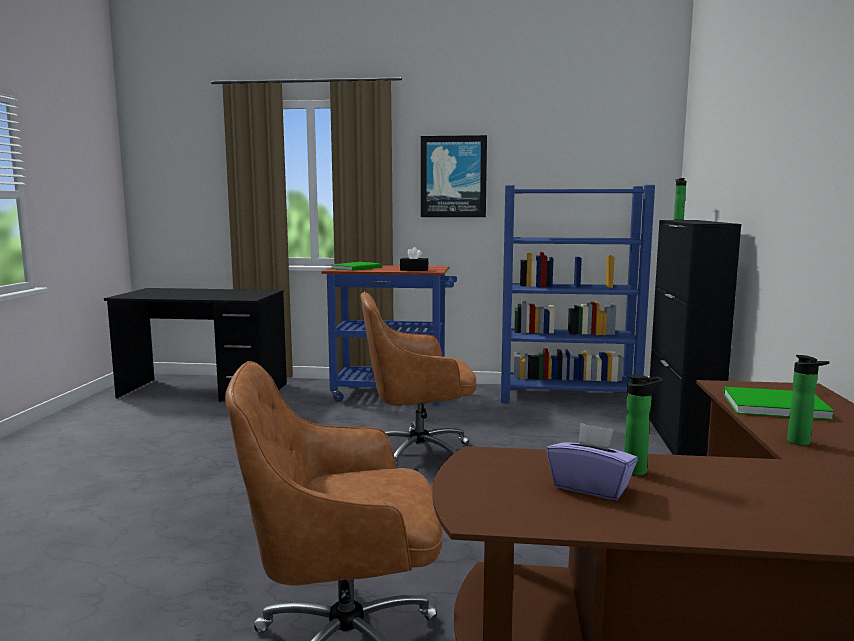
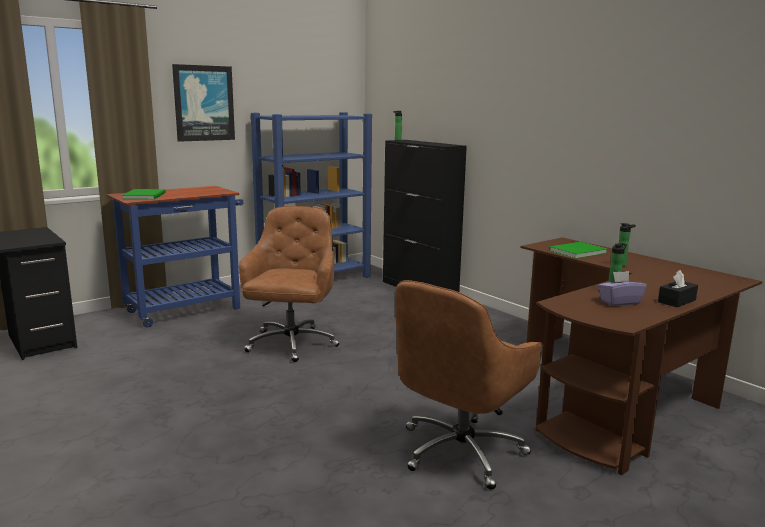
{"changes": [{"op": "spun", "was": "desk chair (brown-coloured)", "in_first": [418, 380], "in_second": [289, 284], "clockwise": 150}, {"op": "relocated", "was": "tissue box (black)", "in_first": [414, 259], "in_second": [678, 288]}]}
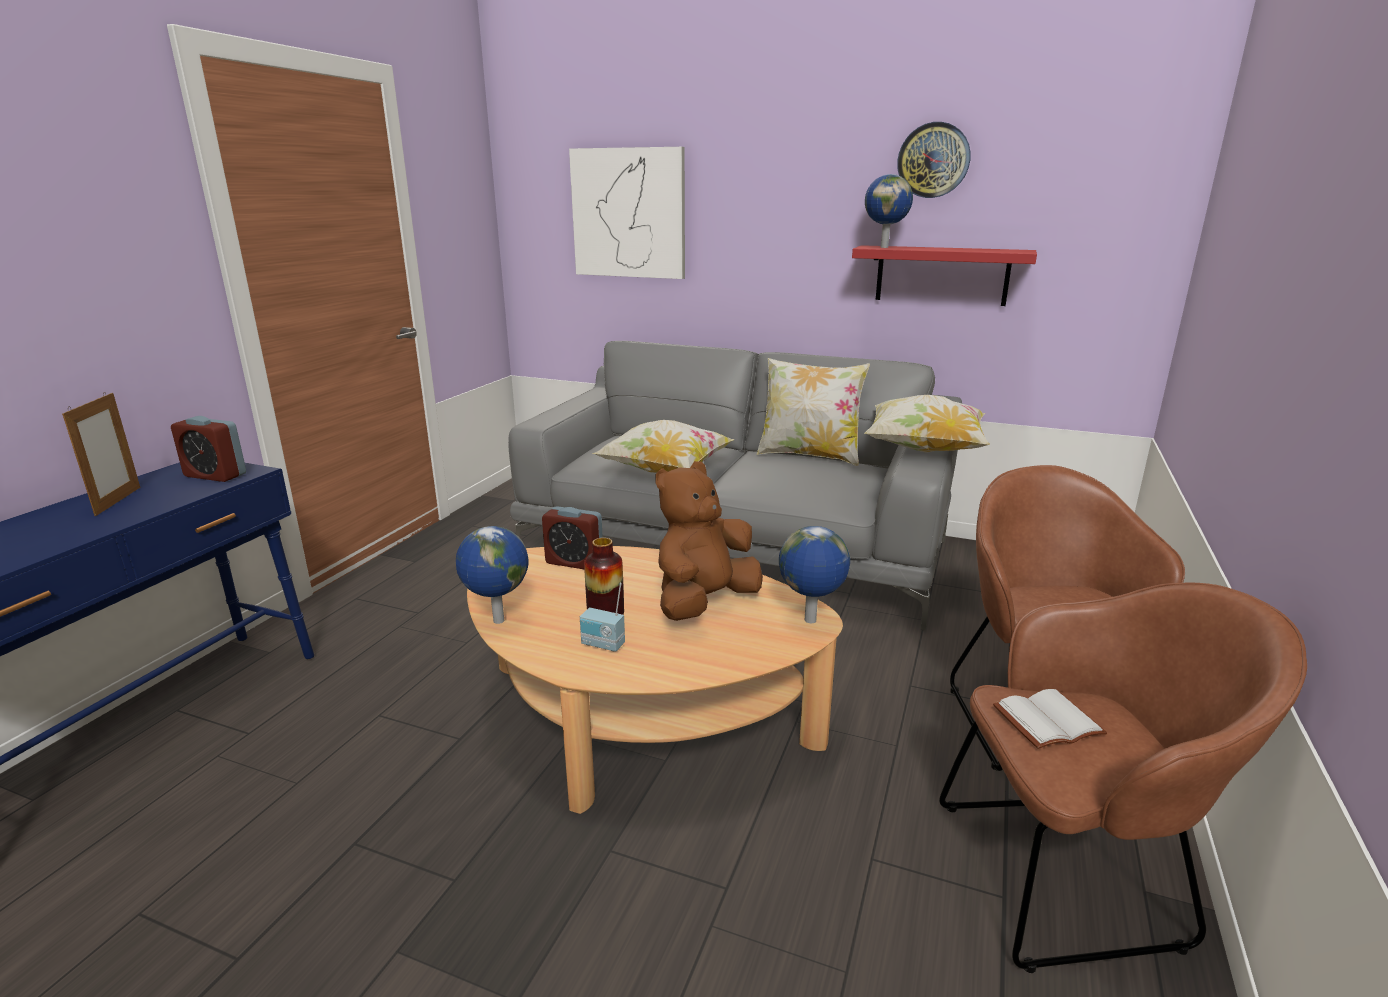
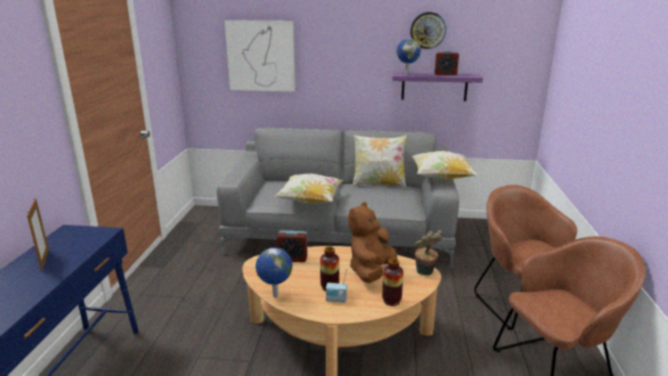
{"changes": [{"op": "relocated", "was": "bedside clock", "in_first": [208, 449], "in_second": [446, 62]}, {"op": "exchanged", "was": "desk globe", "now": "houseplant", "in_first": [814, 574], "in_second": [428, 252]}, {"op": "colour", "was": "bracket shelf (red)", "now": "bracket shelf (purple)", "in_first": [944, 275], "in_second": [437, 87]}, {"op": "missing", "was": "book (white)", "in_first": [1050, 719]}, {"op": "appeared", "now": "decorative vase", "in_second": [392, 282]}]}
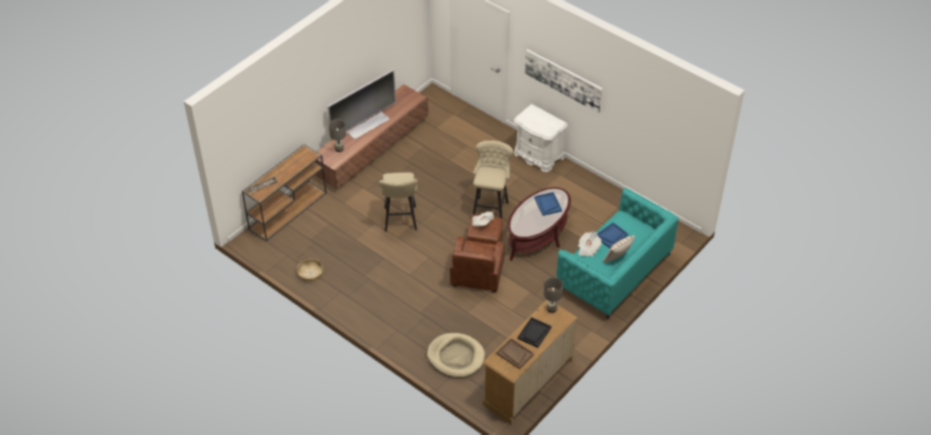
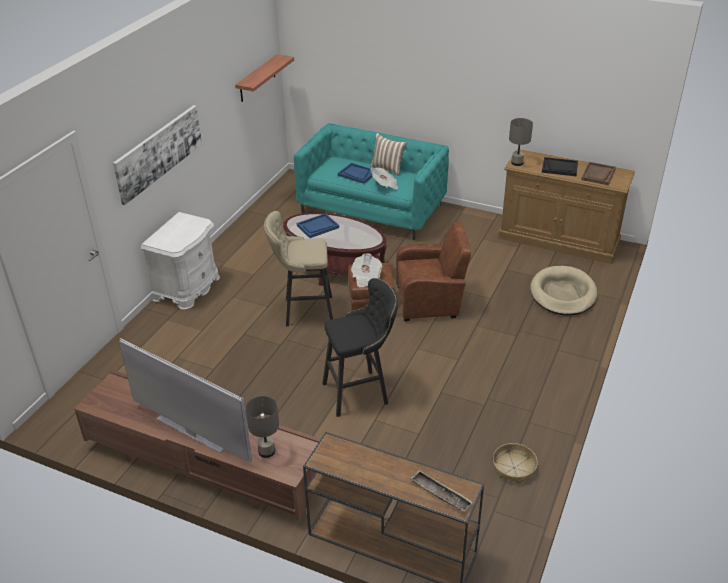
{"changes": [{"op": "colour", "was": "stool seat (beige-coloured)", "now": "stool seat (black)", "in_first": [398, 202], "in_second": [360, 347]}, {"op": "appeared", "now": "bracket shelf", "in_second": [264, 78]}]}
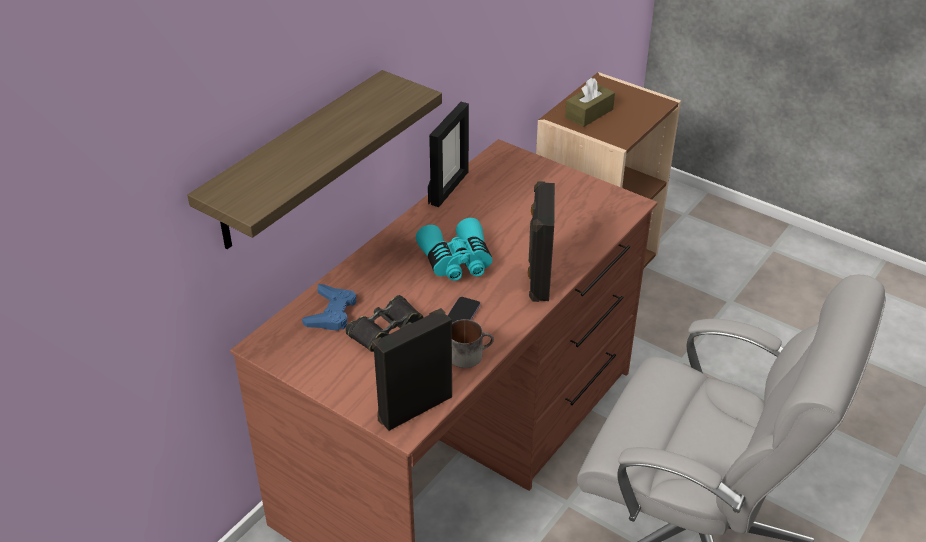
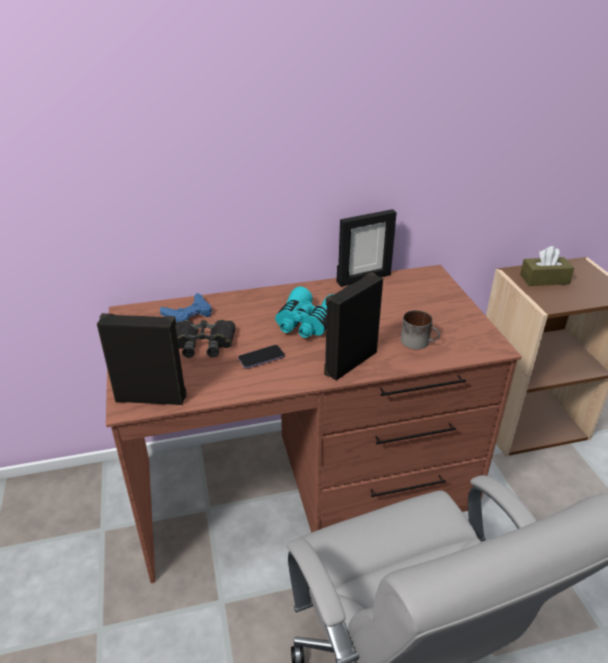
{"changes": [{"op": "missing", "was": "bracket shelf", "in_first": [314, 159]}, {"op": "relocated", "was": "mug", "in_first": [473, 343], "in_second": [420, 330]}]}
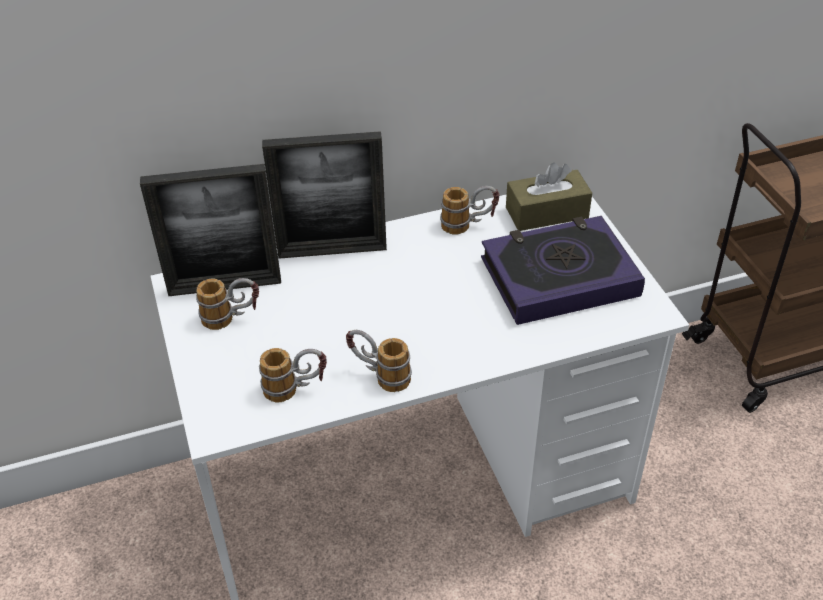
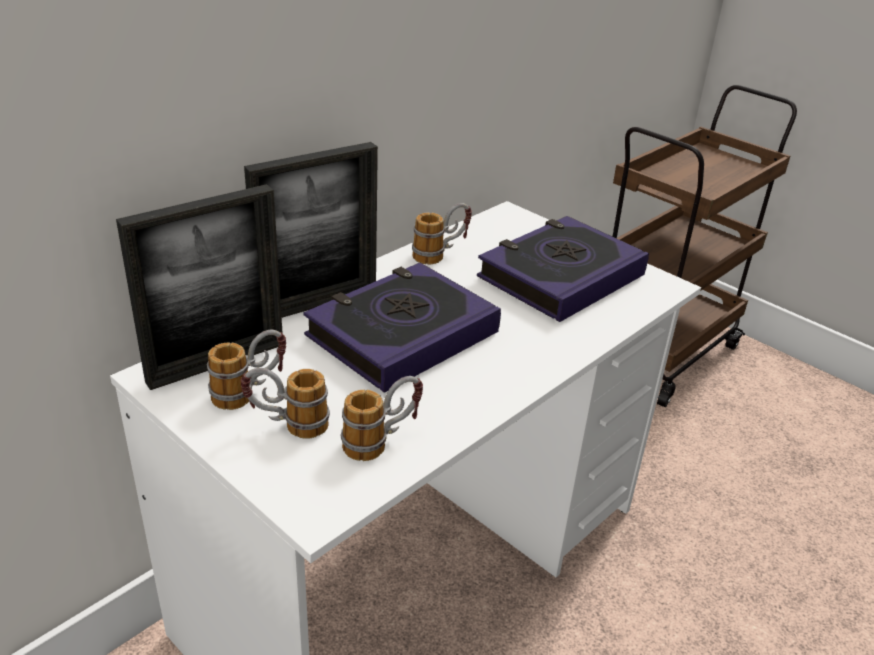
{"changes": [{"op": "relocated", "was": "mug", "in_first": [379, 361], "in_second": [285, 403]}, {"op": "missing", "was": "tissue box (brown-coloured)", "in_first": [549, 196]}, {"op": "appeared", "now": "book", "in_second": [402, 328]}]}
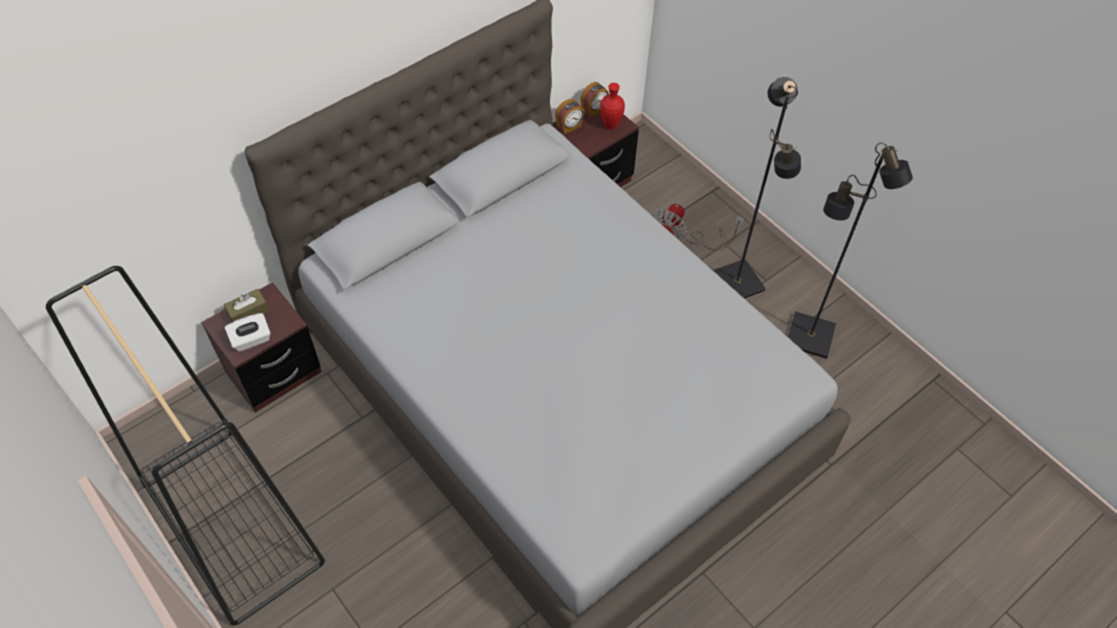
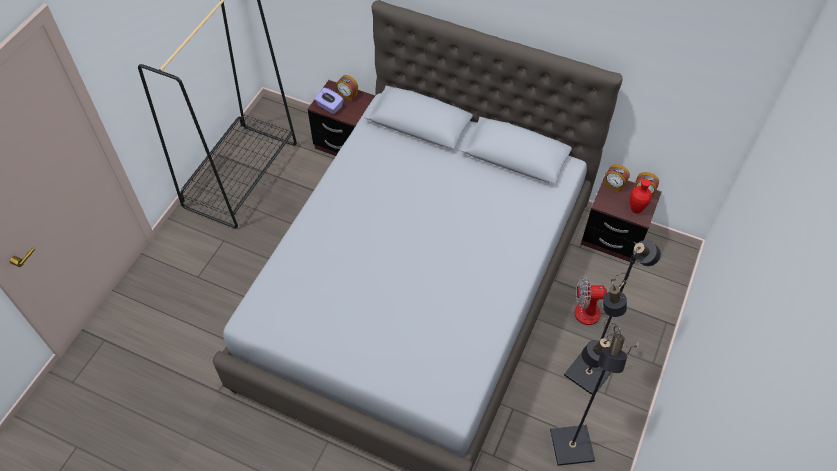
{"changes": [{"op": "exchanged", "was": "tissue box (brown-coloured)", "now": "bedside clock", "in_first": [246, 305], "in_second": [347, 88]}, {"op": "colour", "was": "tissue box (white)", "now": "tissue box (purple)", "in_first": [247, 332], "in_second": [329, 101]}]}
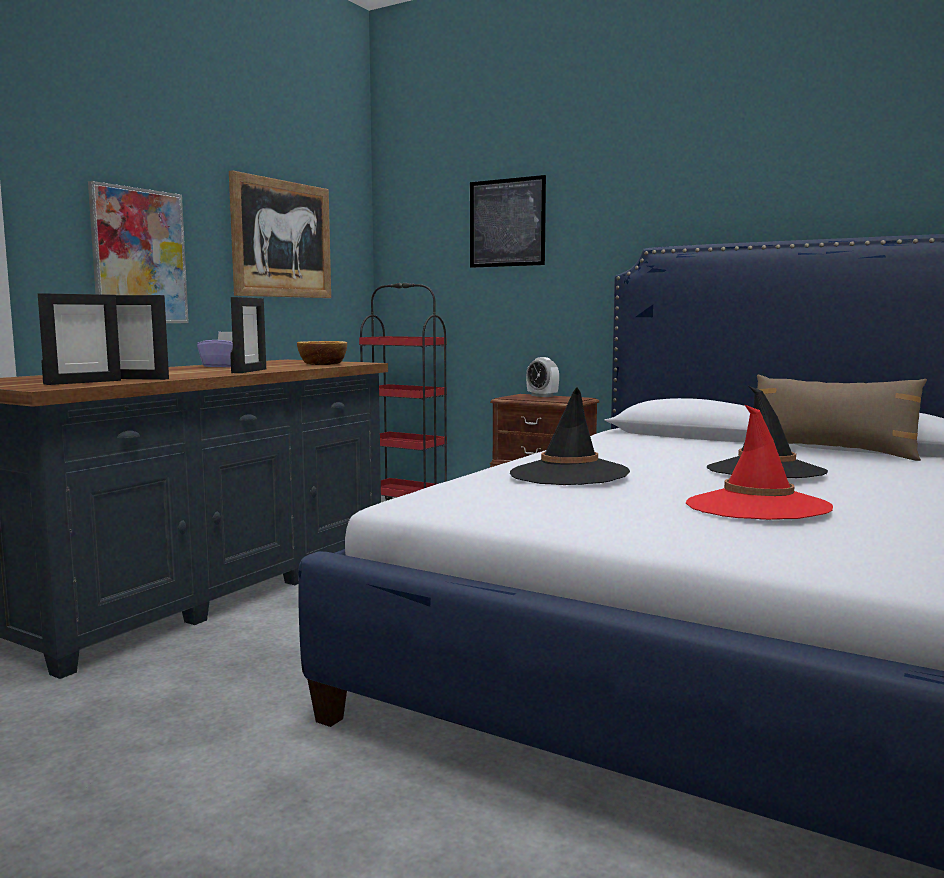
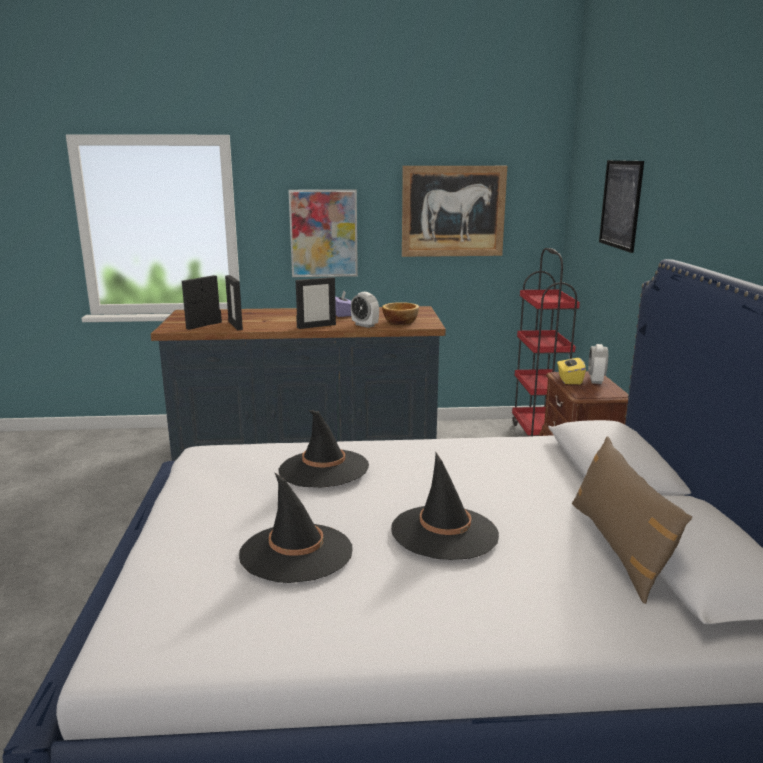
{"changes": [{"op": "spun", "was": "photo frame", "in_first": [79, 339], "in_second": [202, 302], "clockwise": 120}, {"op": "colour", "was": "clothing hat (red)", "now": "clothing hat (black)", "in_first": [759, 462], "in_second": [295, 527]}, {"op": "appeared", "now": "bedside clock", "in_second": [365, 310]}, {"op": "appeared", "now": "tissue box (yellow)", "in_second": [571, 369]}]}
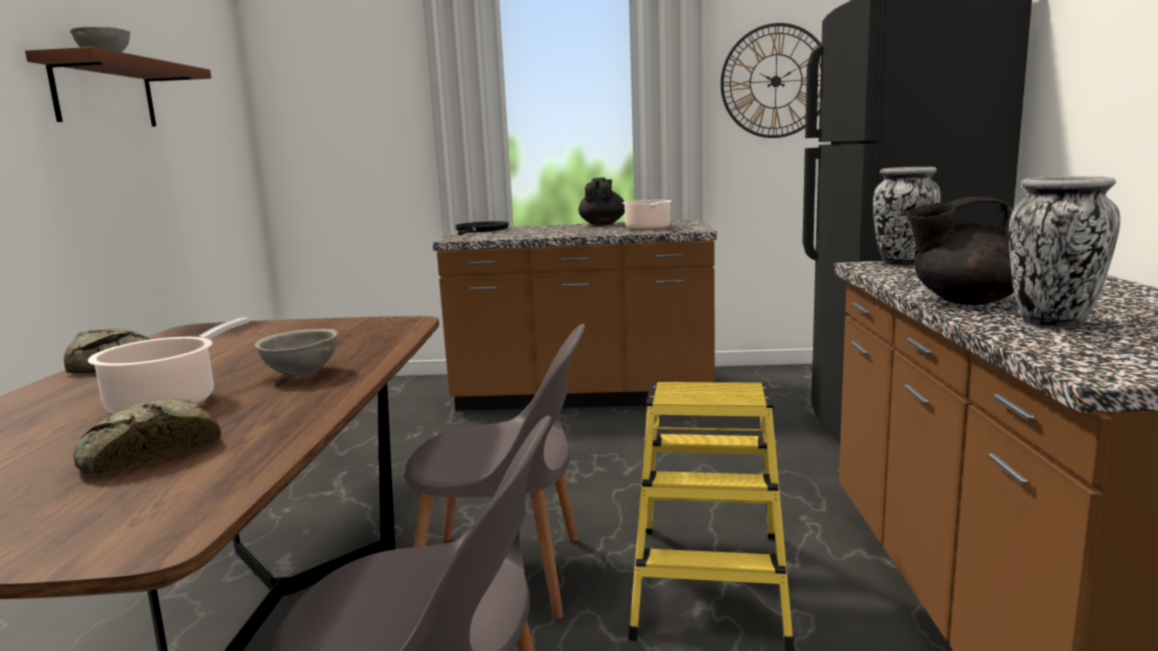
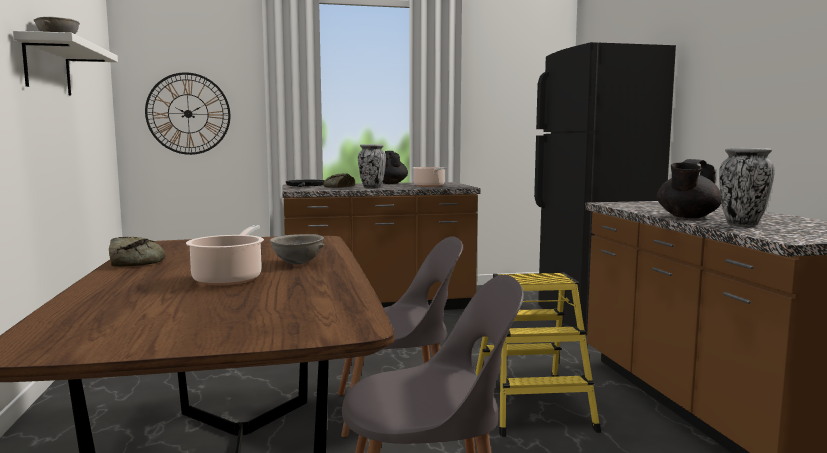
{"changes": [{"op": "colour", "was": "bracket shelf (brown-coloured)", "now": "bracket shelf (white)", "in_first": [118, 87], "in_second": [65, 63]}, {"op": "relocated", "was": "bakery bread", "in_first": [147, 437], "in_second": [339, 180]}, {"op": "relocated", "was": "clock on the wall", "in_first": [771, 80], "in_second": [187, 113]}, {"op": "relocated", "was": "decorative vase", "in_first": [907, 216], "in_second": [372, 166]}, {"op": "spun", "was": "teapot (black)", "in_first": [960, 251], "in_second": [689, 188], "clockwise": -45}]}
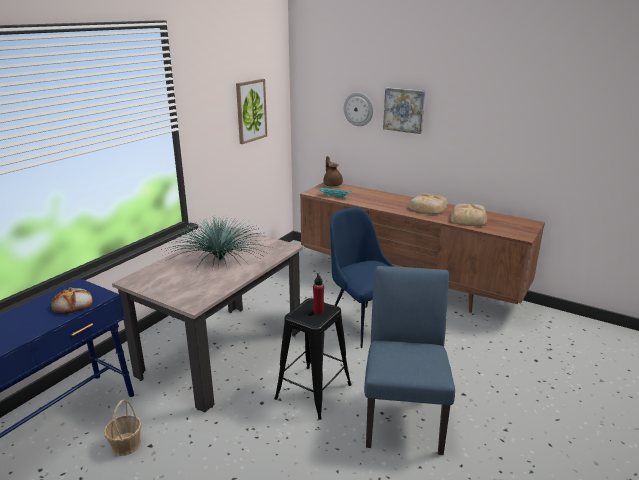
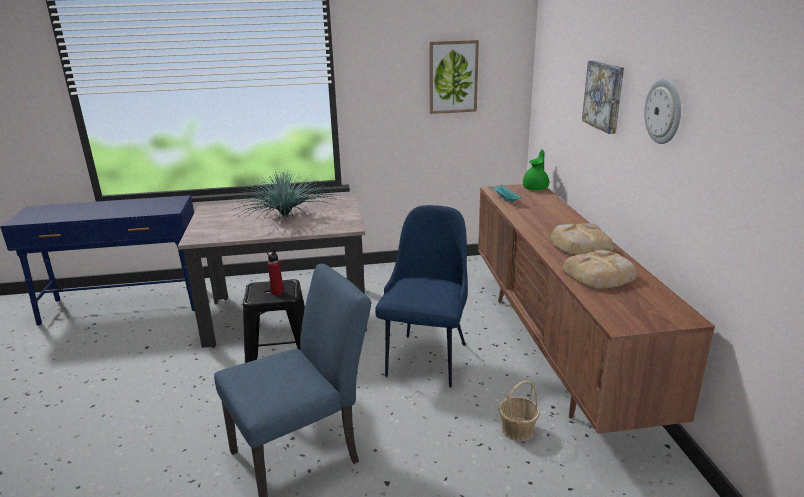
{"changes": [{"op": "missing", "was": "bakery bread", "in_first": [72, 300]}, {"op": "relocated", "was": "household basket", "in_first": [123, 428], "in_second": [519, 410]}, {"op": "colour", "was": "teapot (brown-coloured)", "now": "teapot (green)", "in_first": [333, 171], "in_second": [536, 170]}, {"op": "relocated", "was": "clock on the wall", "in_first": [358, 109], "in_second": [662, 111]}]}
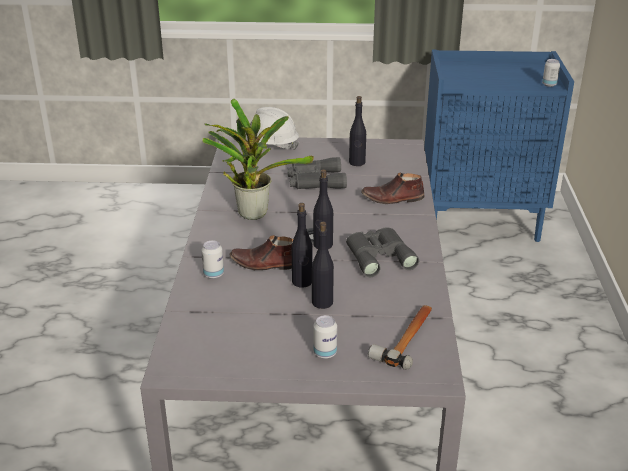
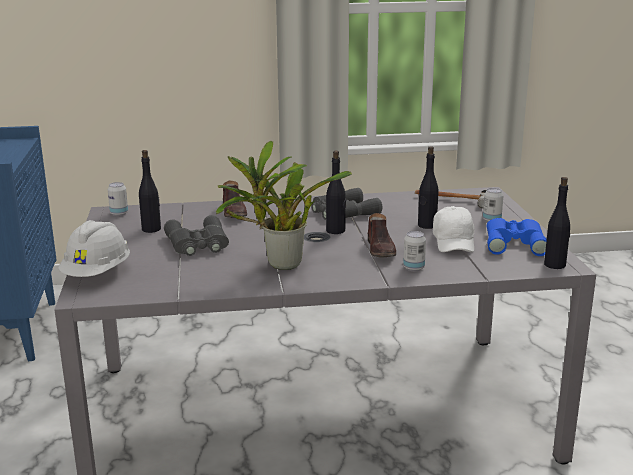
{"changes": [{"op": "relocated", "was": "drink bottle (black)", "in_first": [302, 245], "in_second": [557, 223]}, {"op": "relocated", "was": "metal can", "in_first": [551, 73], "in_second": [118, 199]}, {"op": "appeared", "now": "cap (white)", "in_second": [453, 229]}, {"op": "appeared", "now": "field glasses (blue-coloured)", "in_second": [517, 237]}]}
